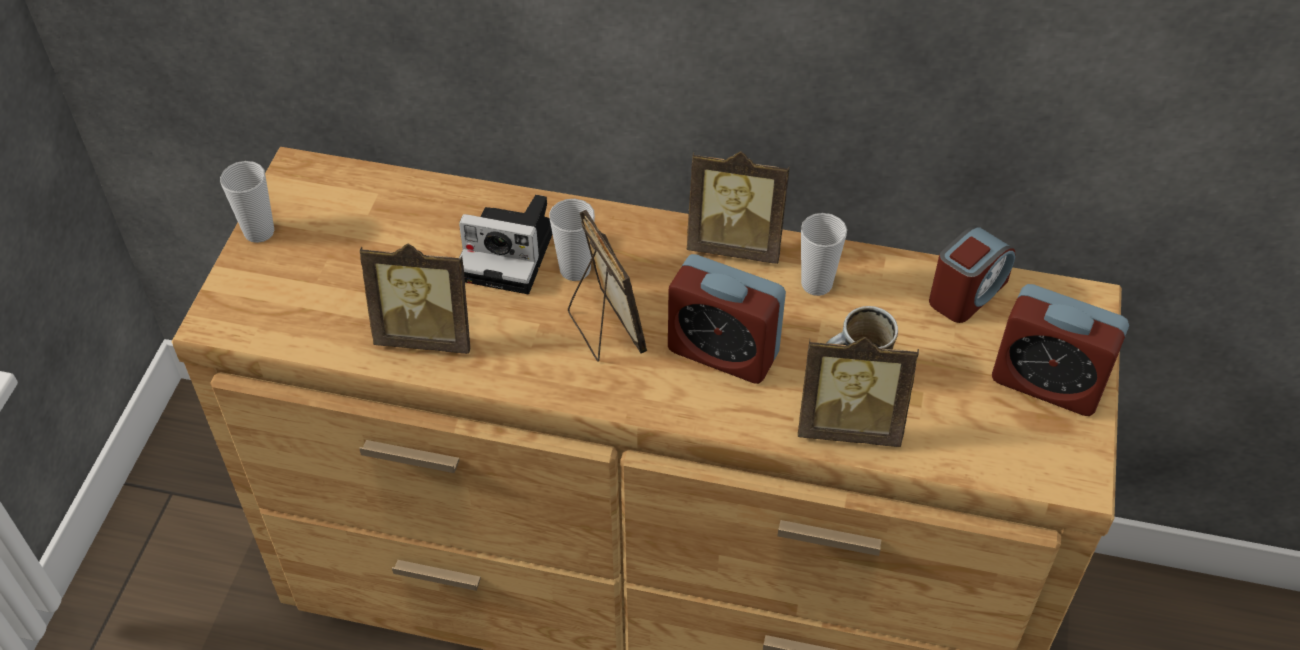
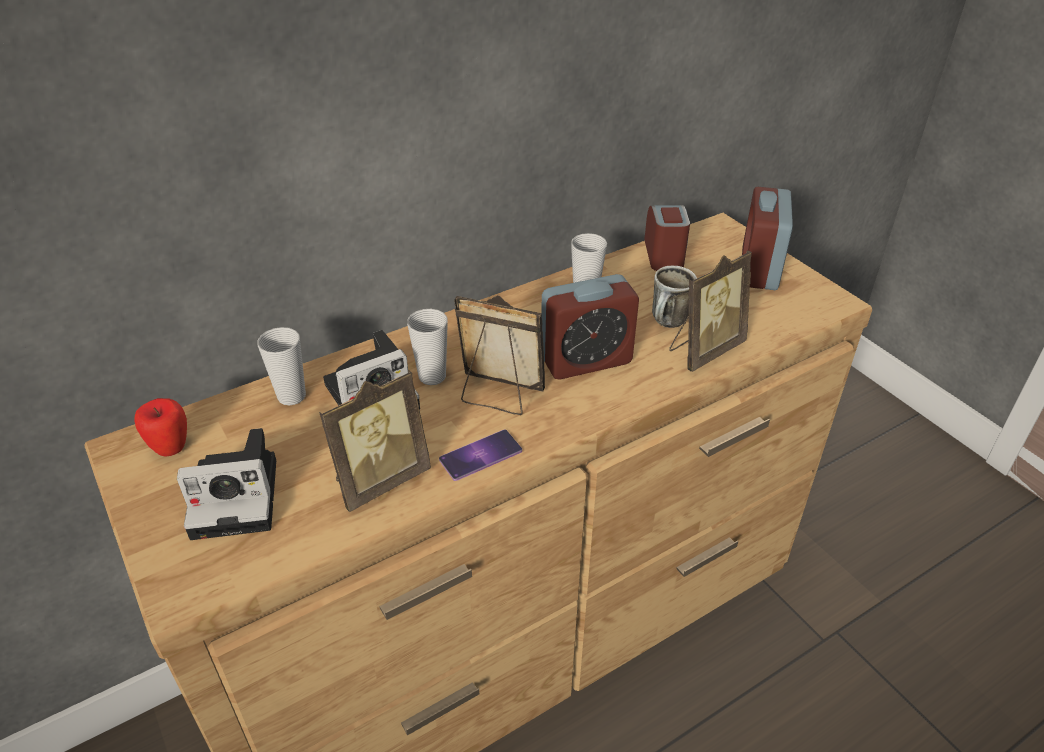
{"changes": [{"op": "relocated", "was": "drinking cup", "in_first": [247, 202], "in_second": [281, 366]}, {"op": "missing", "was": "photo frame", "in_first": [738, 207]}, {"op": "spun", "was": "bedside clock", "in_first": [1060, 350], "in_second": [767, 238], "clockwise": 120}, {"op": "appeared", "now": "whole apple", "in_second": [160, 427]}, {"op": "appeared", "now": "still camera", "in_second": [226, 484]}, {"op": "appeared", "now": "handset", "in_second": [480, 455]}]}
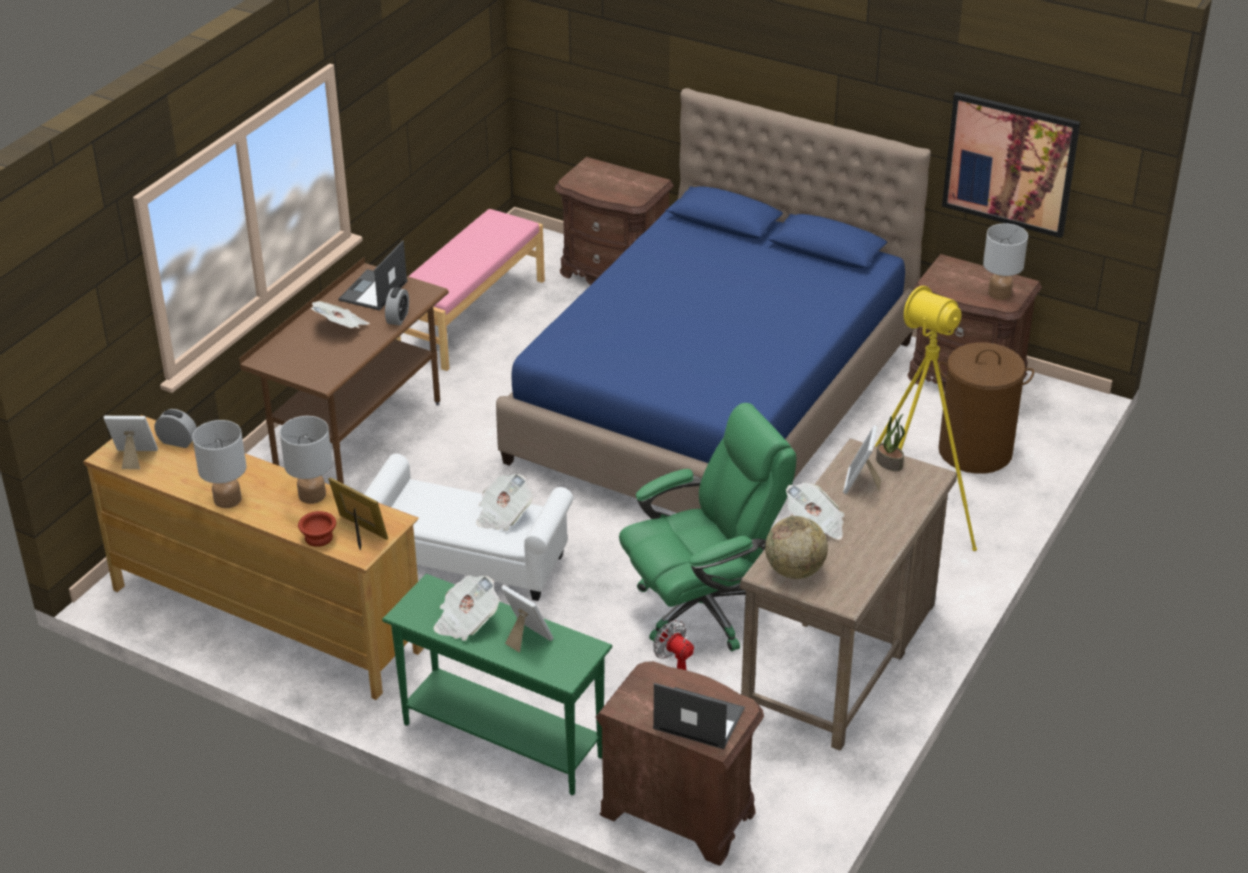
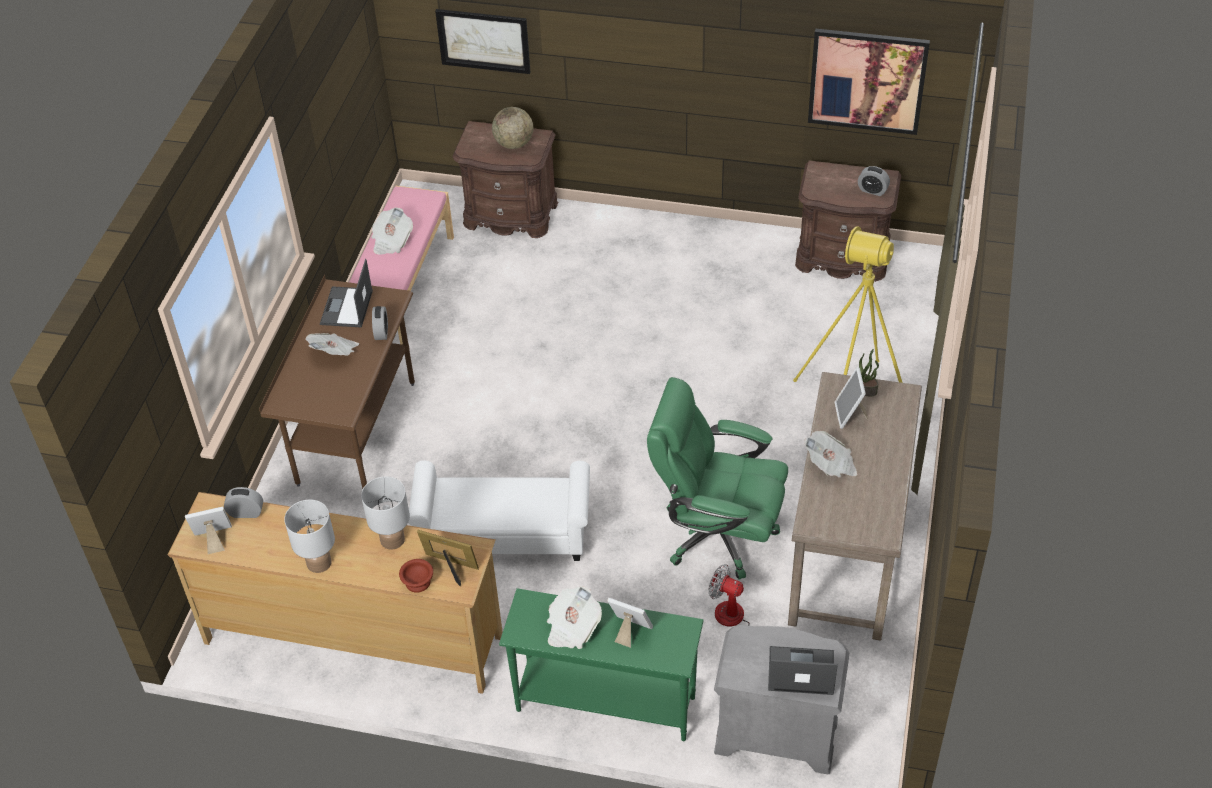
{"changes": [{"op": "relocated", "was": "daily paper", "in_first": [504, 502], "in_second": [392, 231]}, {"op": "missing", "was": "bed (blue-coloured)", "in_first": [713, 300]}, {"op": "colour", "was": "nightstand (brown-coloured)", "now": "nightstand (gray)", "in_first": [679, 763], "in_second": [781, 699]}, {"op": "spun", "was": "desk chair (green)", "in_first": [707, 527], "in_second": [717, 478], "clockwise": -120}, {"op": "relocated", "was": "desk globe", "in_first": [796, 547], "in_second": [512, 128]}, {"op": "missing", "was": "laundry basket (brown-coloured)", "in_first": [986, 408]}, {"op": "exchanged", "was": "tabletop lamp (gray)", "now": "bedside clock", "in_first": [1005, 261], "in_second": [874, 181]}, {"op": "appeared", "now": "wall picture", "in_second": [482, 41]}]}
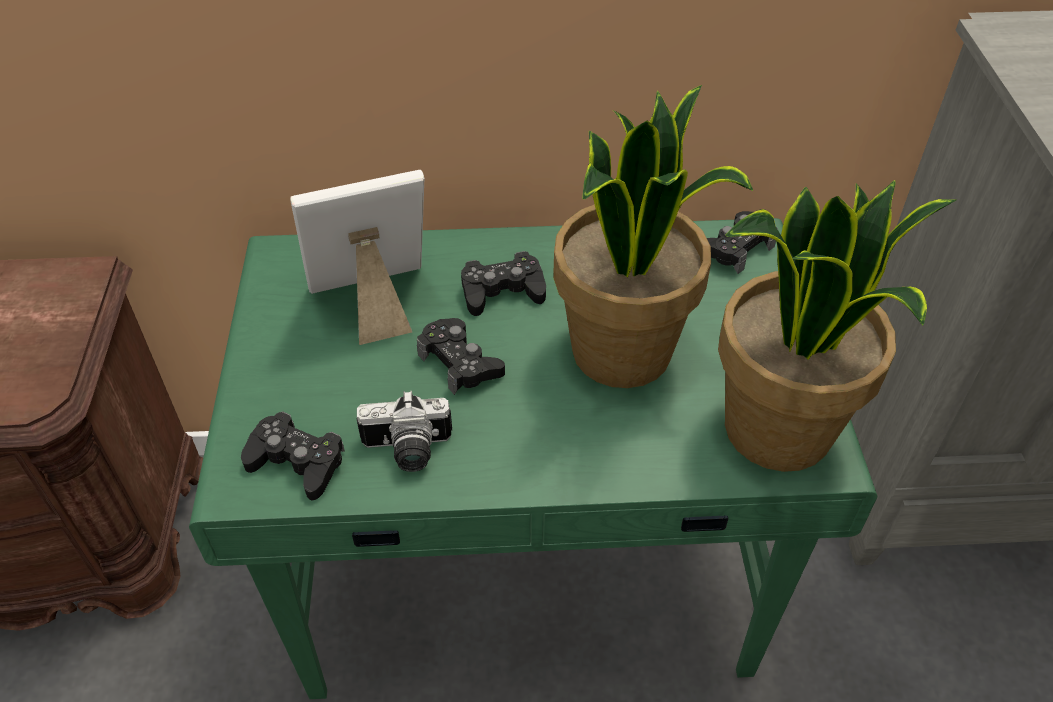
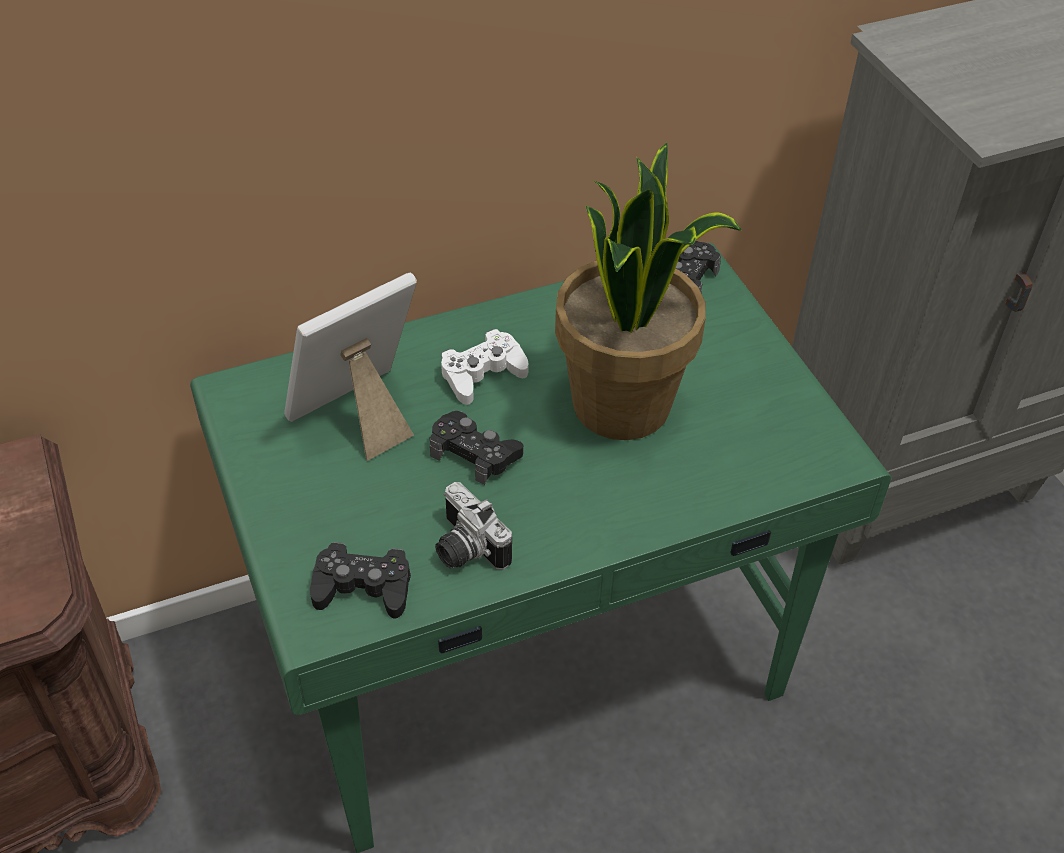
{"changes": [{"op": "spun", "was": "still camera", "in_first": [404, 431], "in_second": [473, 526], "clockwise": 75}, {"op": "colour", "was": "game controller (black)", "now": "game controller (white)", "in_first": [503, 283], "in_second": [485, 367]}, {"op": "missing", "was": "houseplant", "in_first": [837, 326]}]}
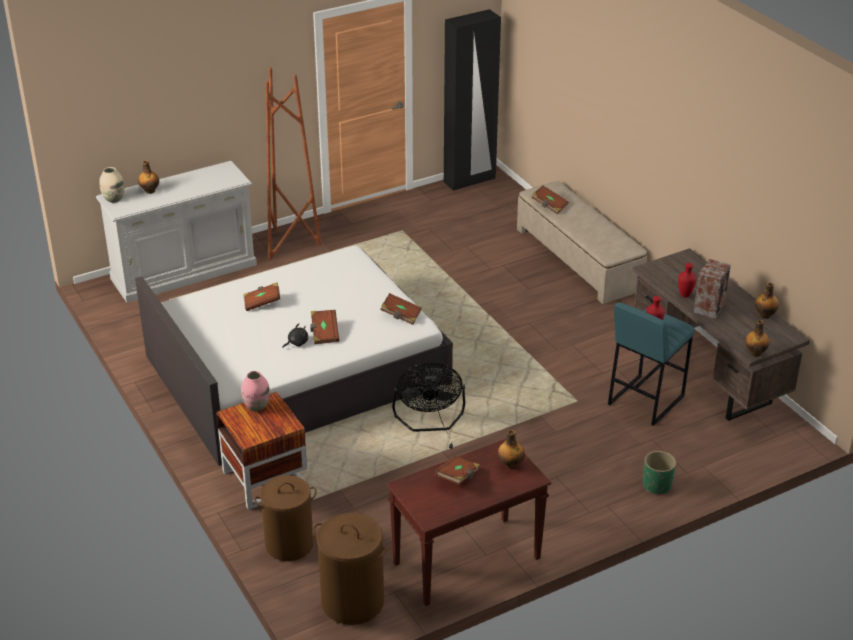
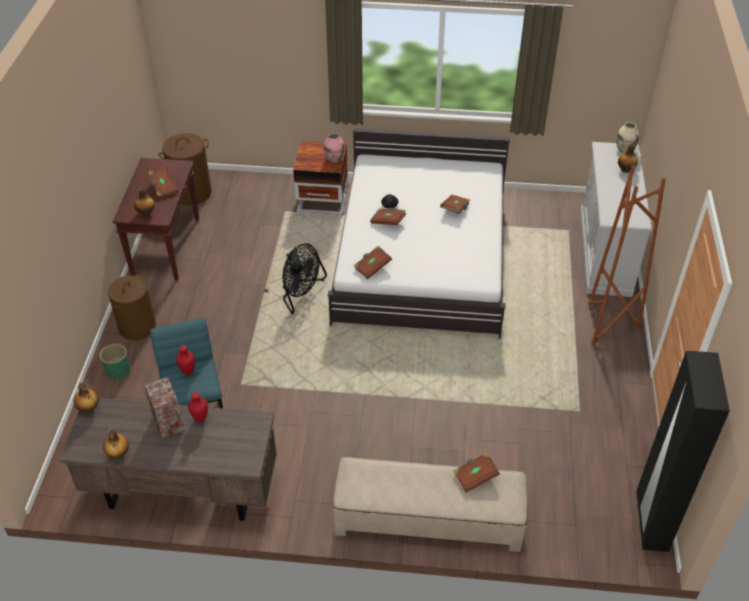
{"changes": [{"op": "relocated", "was": "laundry basket (brown-coloured)", "in_first": [286, 518], "in_second": [132, 307]}]}
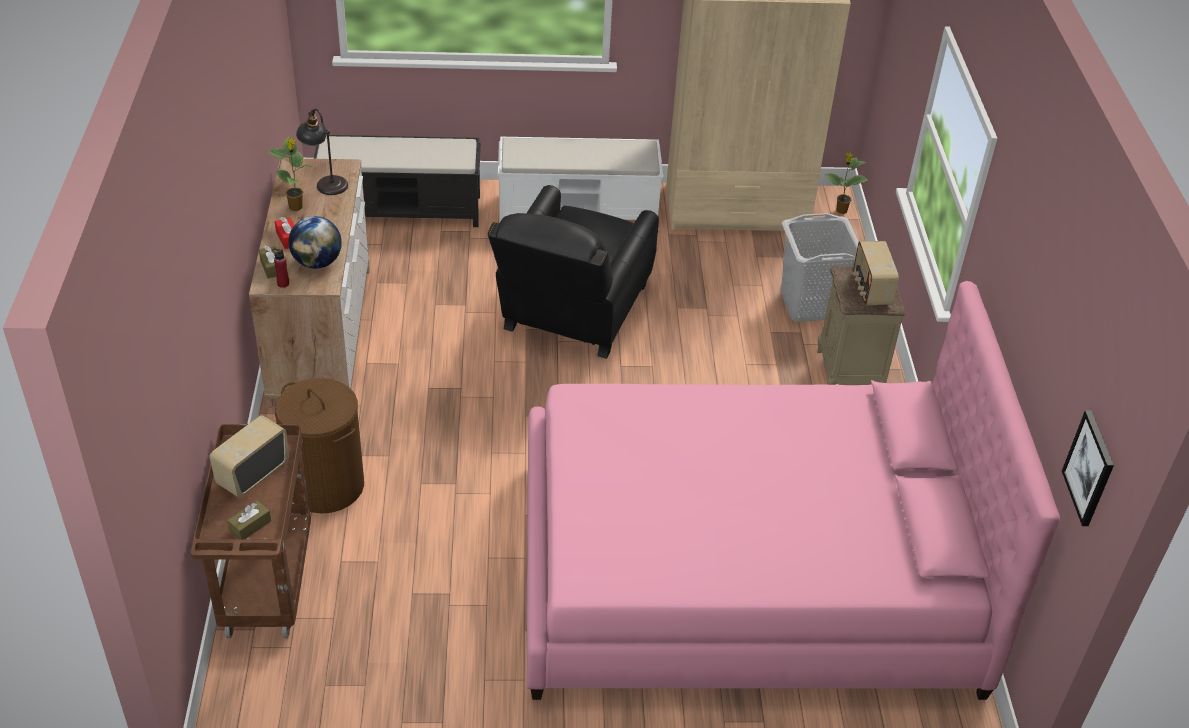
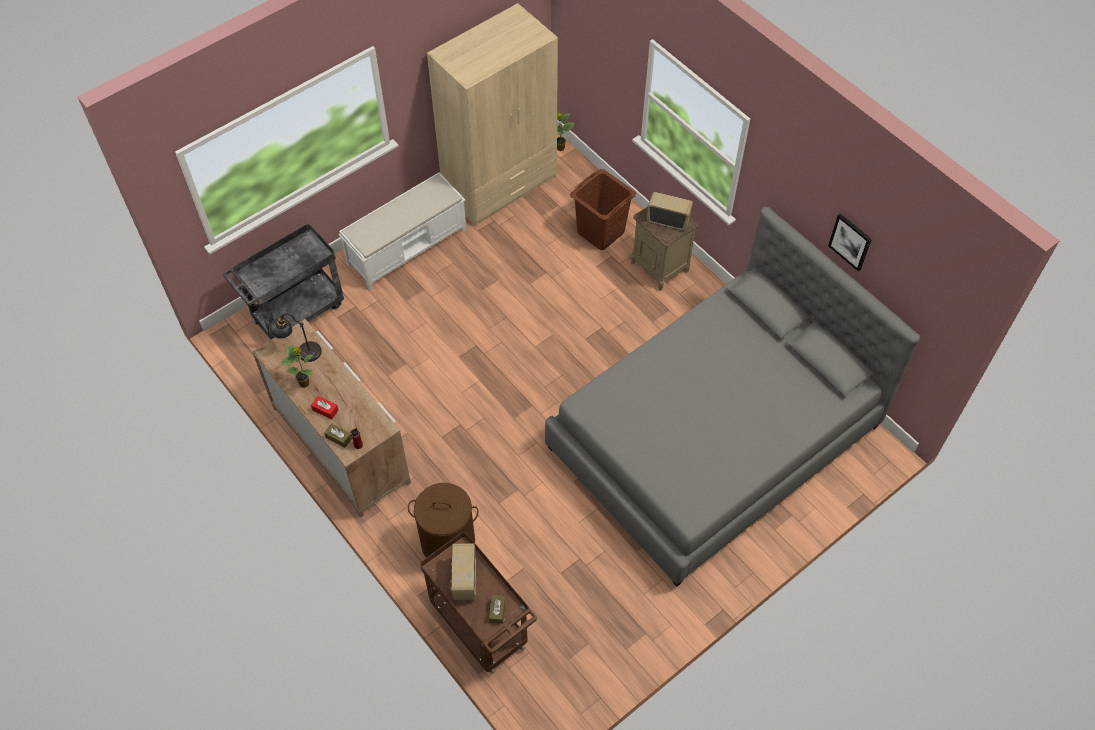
{"changes": [{"op": "missing", "was": "desk globe", "in_first": [315, 242]}, {"op": "exchanged", "was": "long seat (black)", "now": "wheeled cart (gray)", "in_first": [397, 181], "in_second": [283, 282]}, {"op": "missing", "was": "easy chair (black)", "in_first": [573, 272]}, {"op": "colour", "was": "bed (pink-coloured)", "now": "bed (gray)", "in_first": [793, 490], "in_second": [732, 396]}, {"op": "colour", "was": "laundry basket (gray)", "now": "laundry basket (brown-coloured)", "in_first": [820, 267], "in_second": [603, 209]}, {"op": "spun", "was": "radio receiver", "in_first": [876, 273], "in_second": [670, 211], "clockwise": 150}, {"op": "relocated", "was": "wall picture", "in_first": [1088, 468], "in_second": [850, 242]}]}
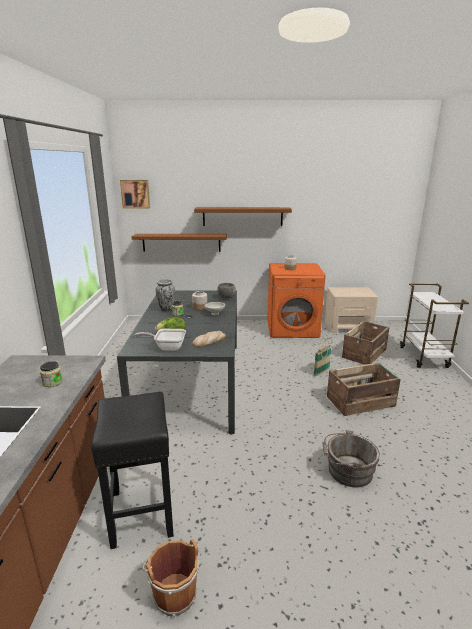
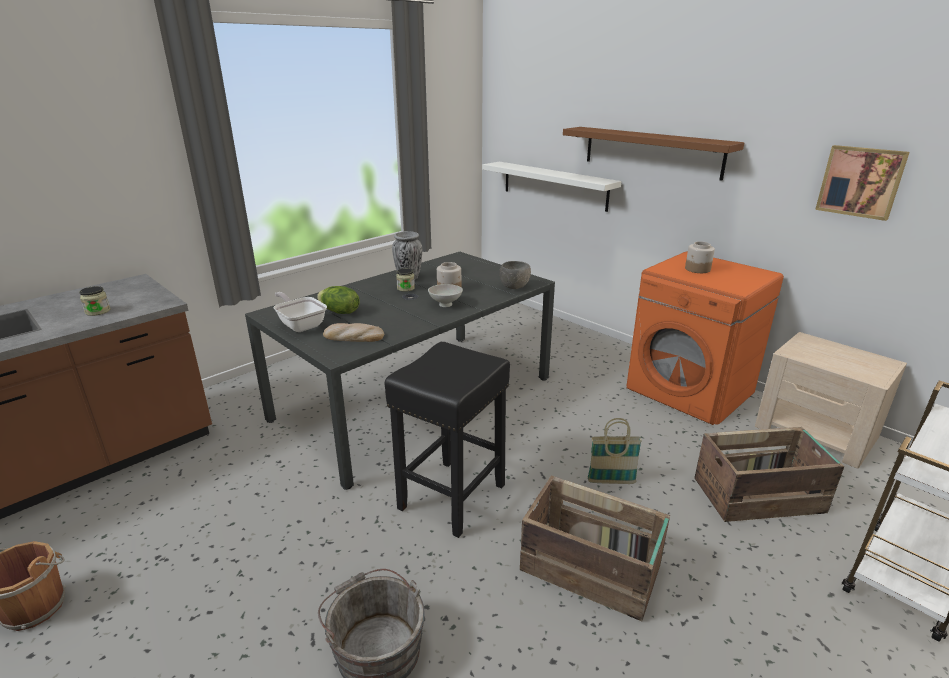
{"changes": [{"op": "relocated", "was": "stool seat (black)", "in_first": [133, 470], "in_second": [447, 440]}, {"op": "relocated", "was": "wall picture", "in_first": [135, 194], "in_second": [862, 183]}, {"op": "colour", "was": "bracket shelf (brown-coloured)", "now": "bracket shelf (white)", "in_first": [179, 243], "in_second": [552, 187]}]}
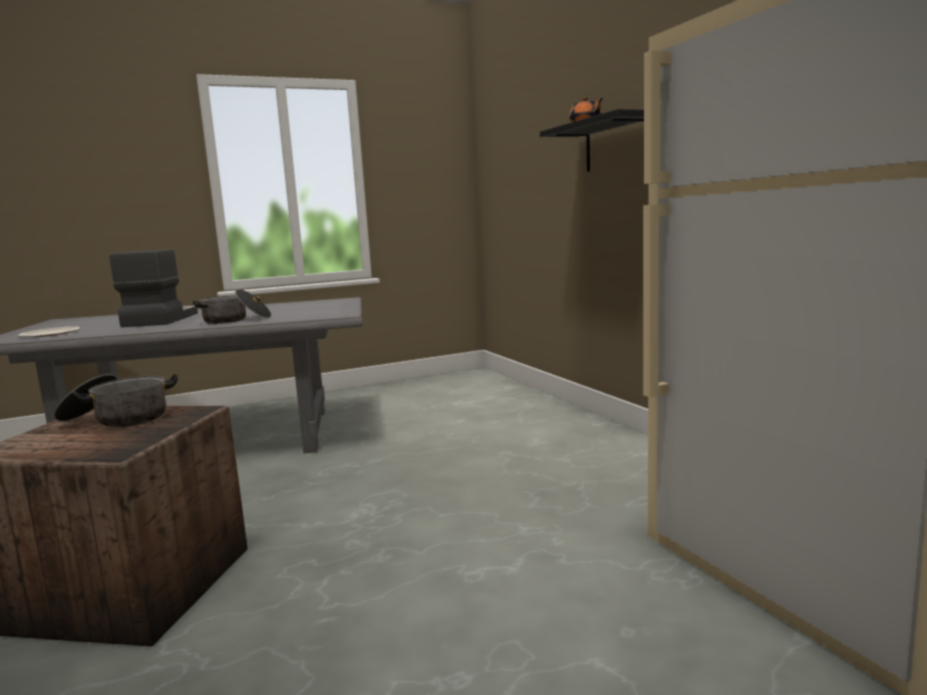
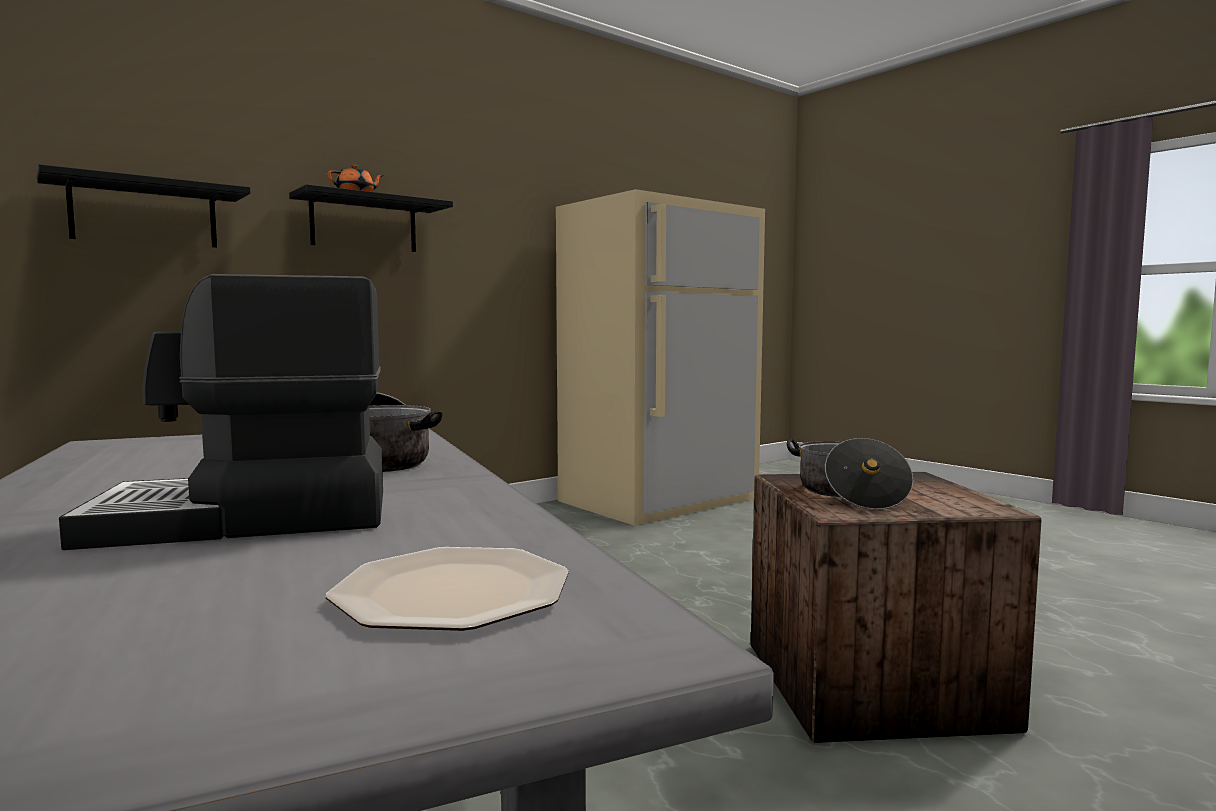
{"changes": [{"op": "appeared", "now": "bracket shelf (black)", "in_second": [144, 206]}]}
